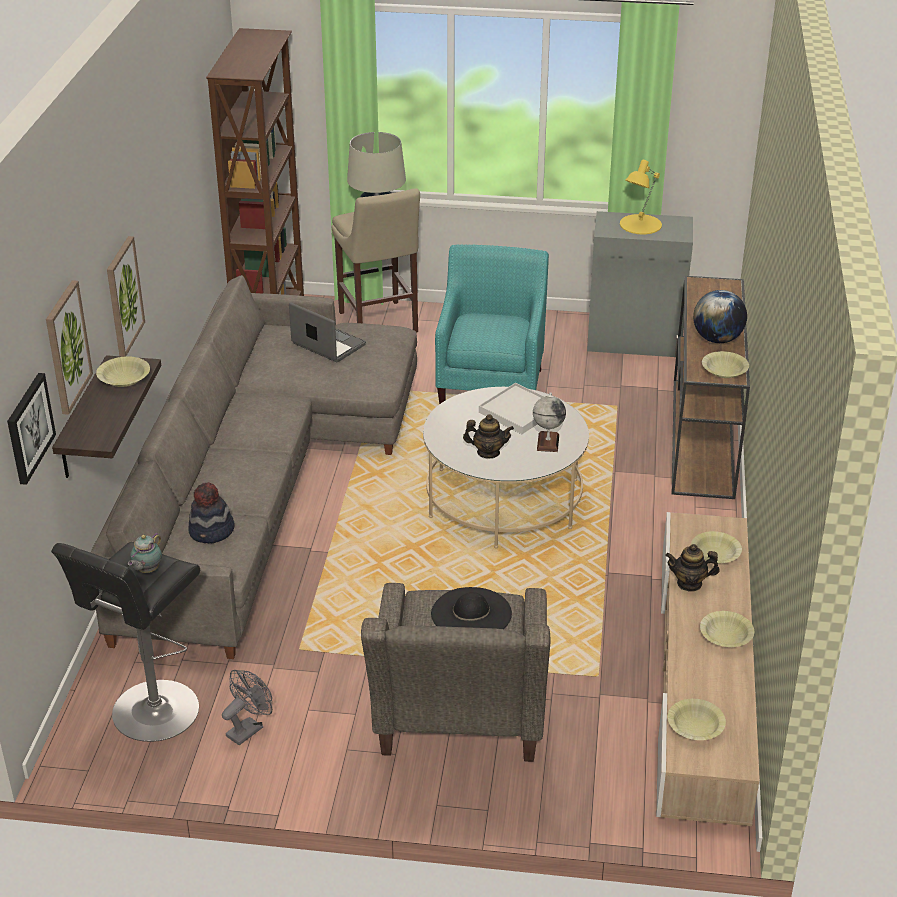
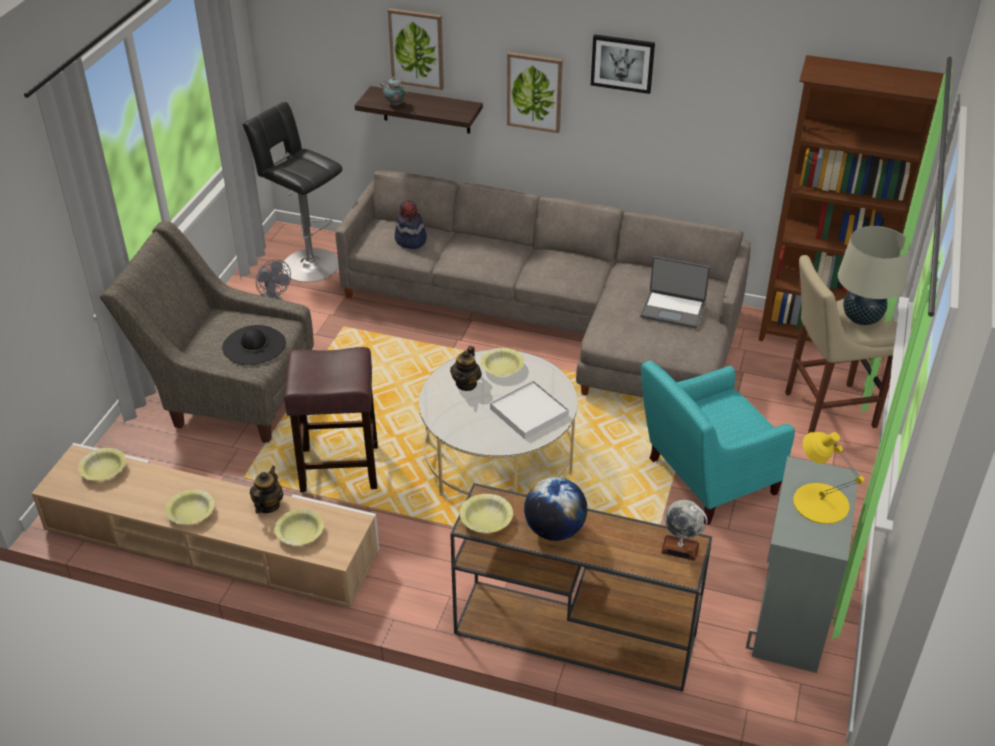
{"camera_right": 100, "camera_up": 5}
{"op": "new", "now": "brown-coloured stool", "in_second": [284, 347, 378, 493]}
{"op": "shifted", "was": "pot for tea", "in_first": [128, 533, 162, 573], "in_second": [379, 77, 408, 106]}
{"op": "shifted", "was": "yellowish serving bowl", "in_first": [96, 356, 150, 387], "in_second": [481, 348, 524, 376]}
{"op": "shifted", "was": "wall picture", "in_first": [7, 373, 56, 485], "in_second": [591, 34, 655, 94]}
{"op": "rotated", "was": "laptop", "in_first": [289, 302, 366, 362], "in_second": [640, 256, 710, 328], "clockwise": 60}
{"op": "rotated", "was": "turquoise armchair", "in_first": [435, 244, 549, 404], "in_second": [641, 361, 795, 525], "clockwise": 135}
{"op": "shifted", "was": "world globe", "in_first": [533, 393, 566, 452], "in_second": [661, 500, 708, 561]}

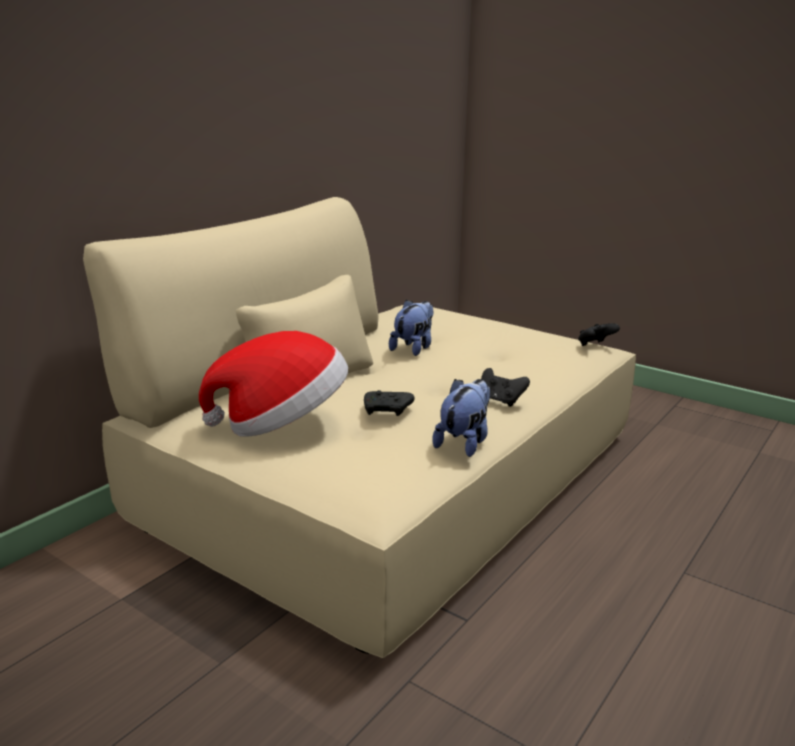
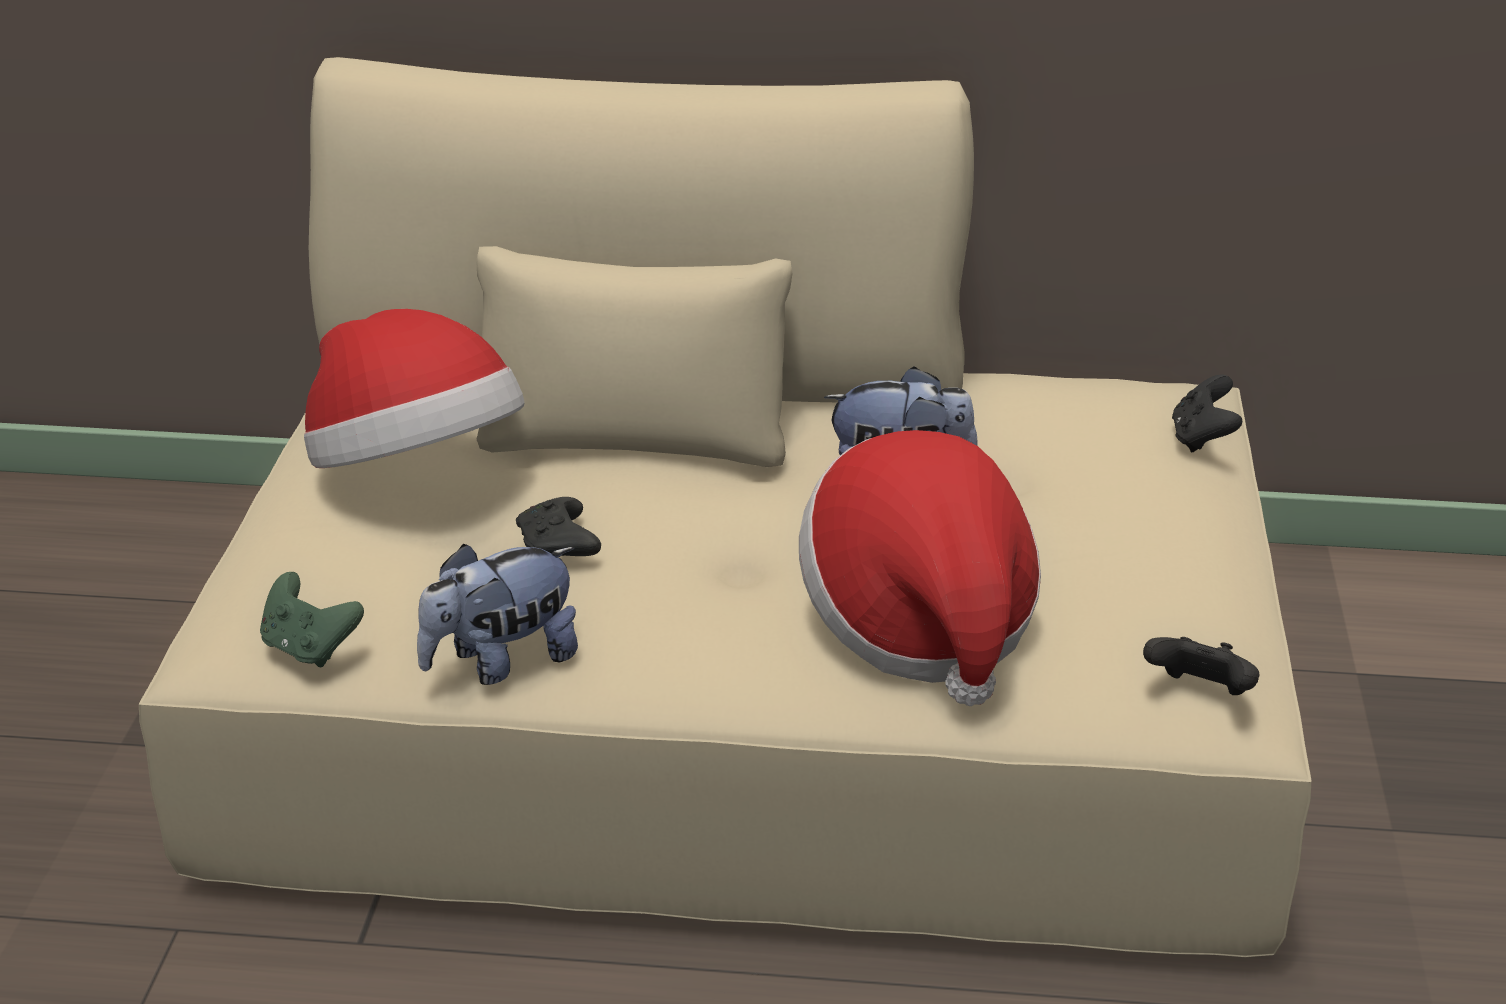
{"camera_right": 60, "camera_up": 10}
{"op": "new", "now": "green-coloured joypad", "in_second": [260, 572, 364, 667]}
{"op": "rotated", "was": "plush toy", "in_first": [432, 379, 490, 457], "in_second": [417, 544, 578, 685], "clockwise": 150}
{"op": "new", "now": "hat", "in_second": [799, 430, 1041, 706]}
{"op": "shifted", "was": "blackish joypad", "in_first": [481, 368, 530, 407], "in_second": [1172, 375, 1242, 452]}

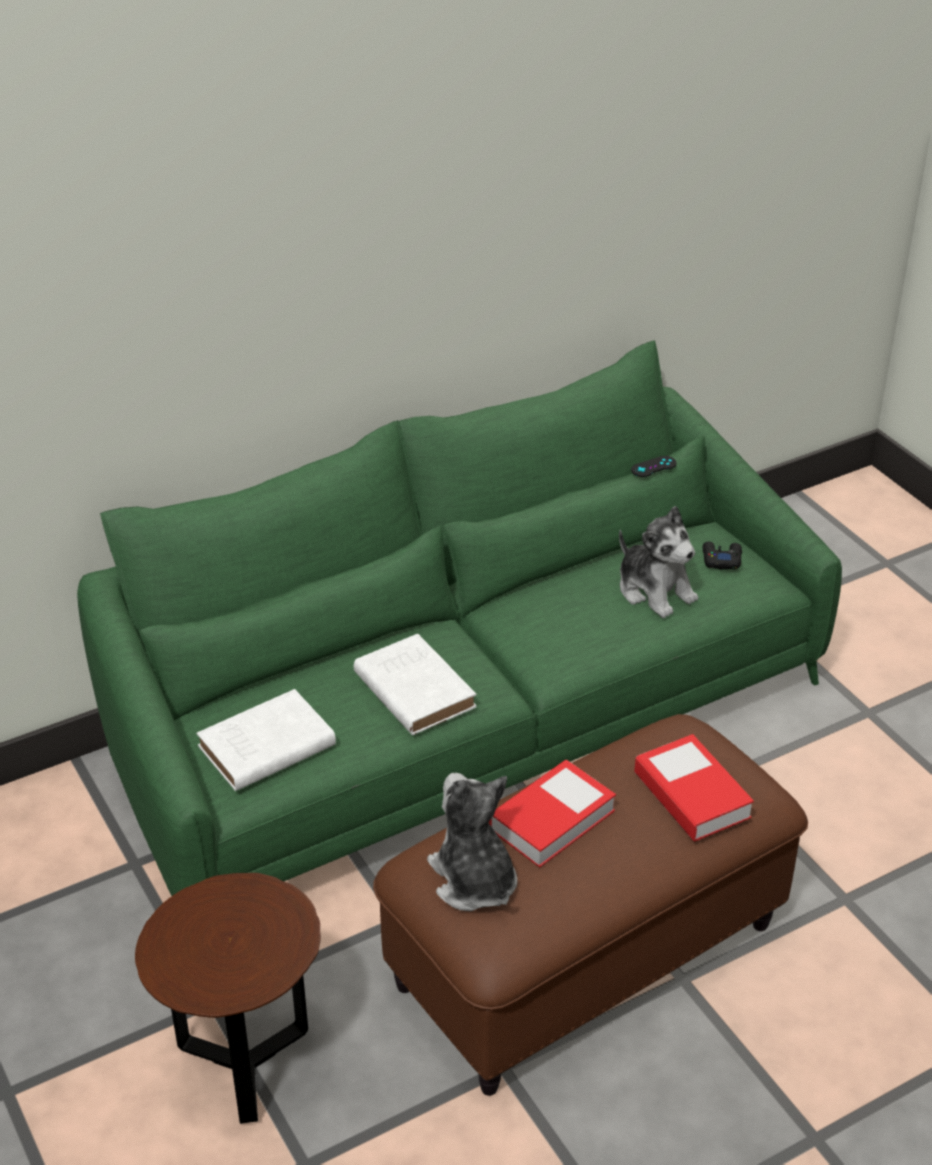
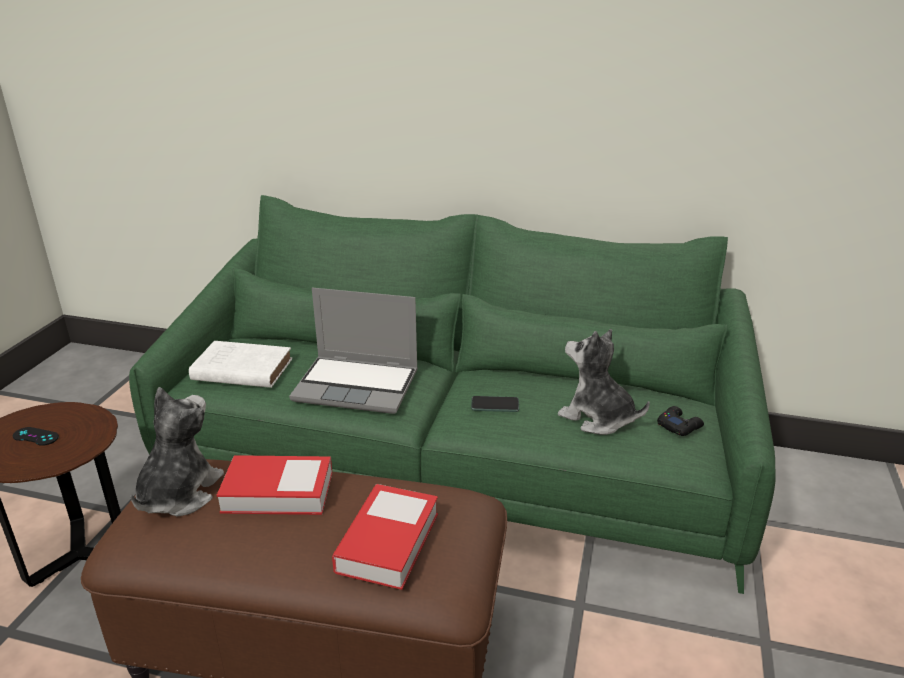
{"camera_right": 45, "camera_up": -10}
{"op": "shifted", "was": "blackish joypad", "in_first": [631, 456, 677, 477], "in_second": [13, 427, 59, 446]}
{"op": "swapped", "was": "white bound book", "now": "laptop", "in_first": [354, 634, 477, 735], "in_second": [289, 288, 418, 414]}
{"op": "new", "now": "handset", "in_second": [471, 396, 519, 412]}
{"op": "rotated", "was": "plush toy", "in_first": [619, 506, 698, 618], "in_second": [558, 329, 650, 435], "clockwise": 120}

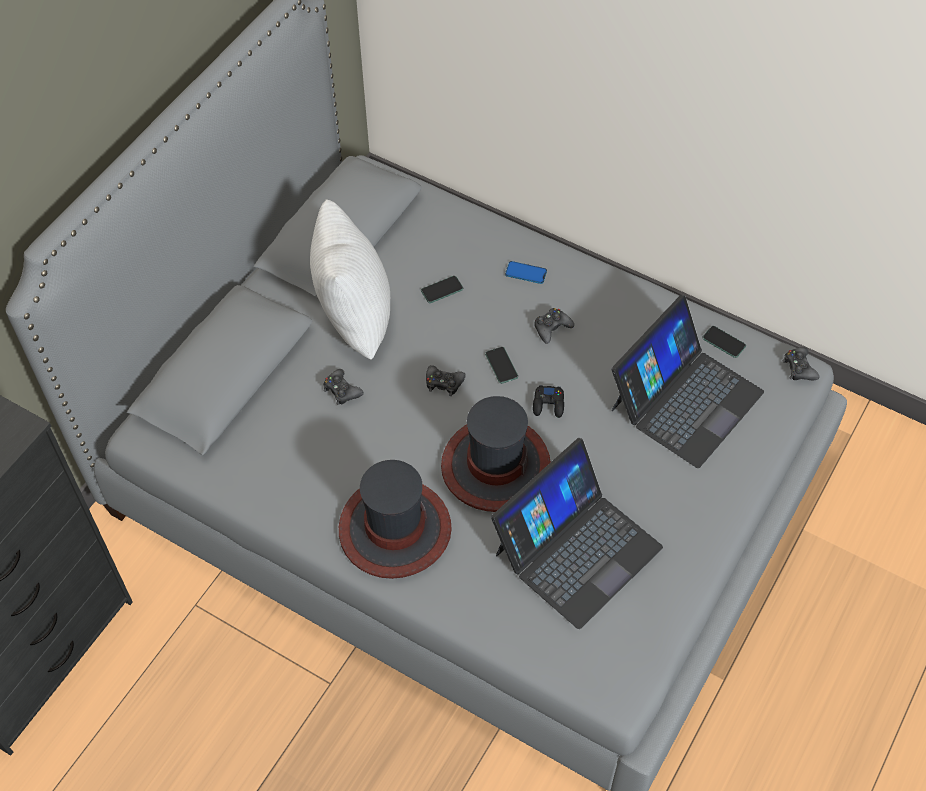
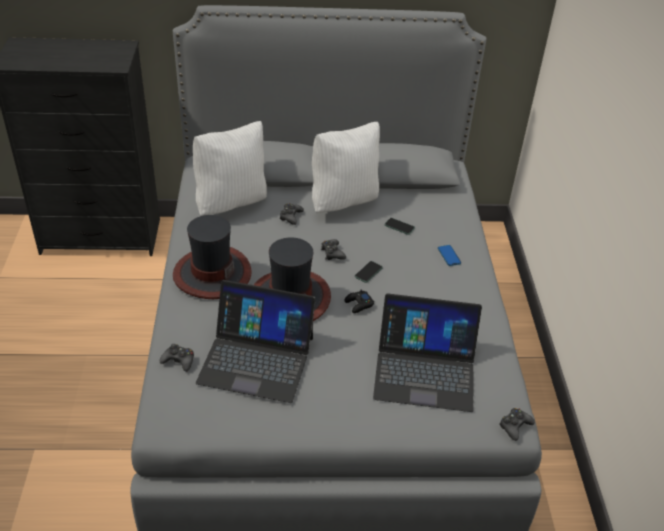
{"camera_right": 55, "camera_up": -15}
{"op": "shifted", "was": "blackish joypad", "in_first": [534, 308, 574, 344], "in_second": [160, 344, 194, 372]}
{"op": "new", "now": "white throw pillow", "in_second": [193, 121, 267, 216]}
{"op": "gone", "was": "handset", "in_first": [702, 326, 746, 358]}

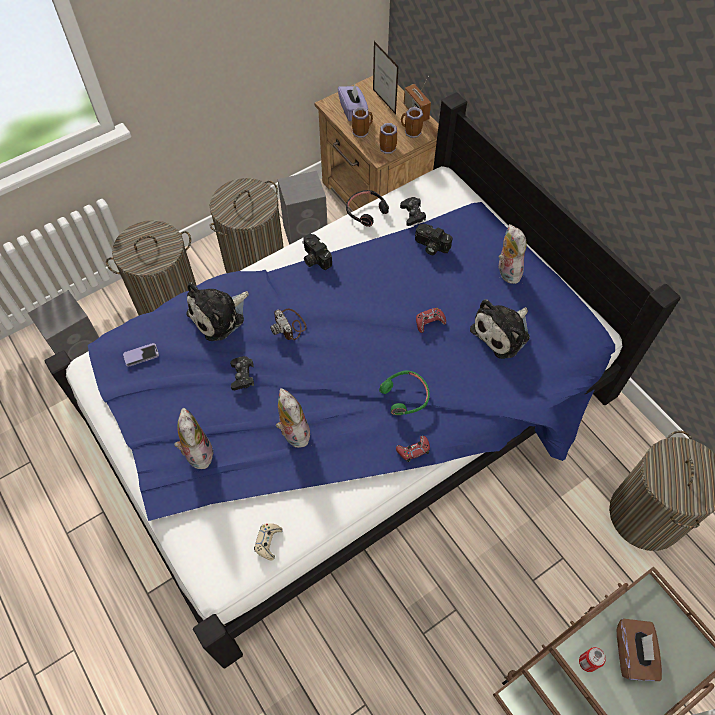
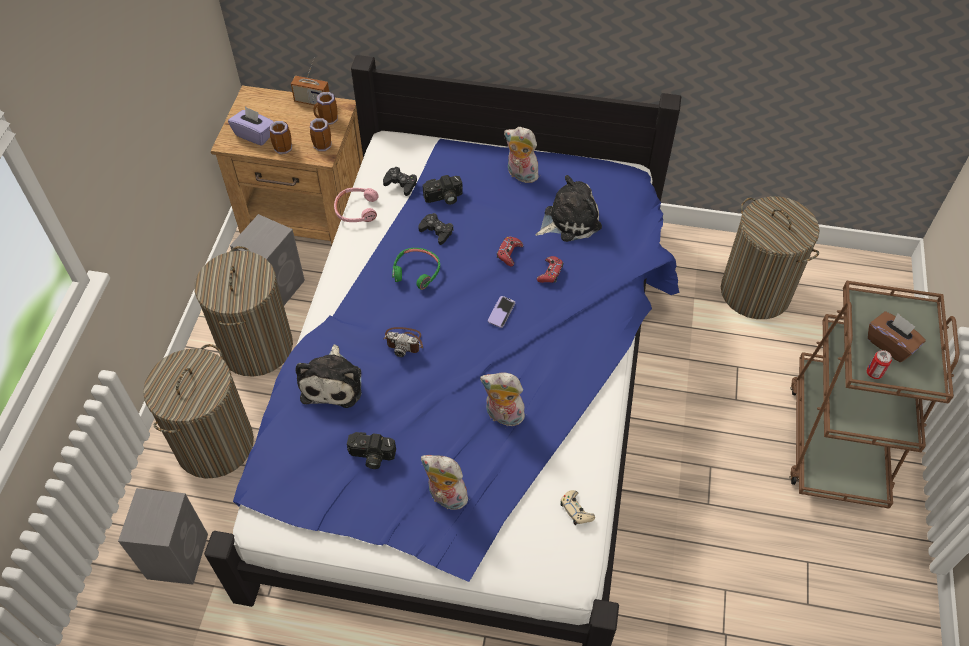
{"camera_right": -45, "camera_up": -5}
{"op": "repainted", "was": "blackish pair of headphones", "now": "pink pair of headphones", "in_first": [346, 190, 389, 227], "in_second": [334, 188, 379, 222]}
{"op": "shifted", "was": "still camera", "in_first": [302, 234, 332, 270], "in_second": [347, 432, 396, 469]}
{"op": "shifted", "was": "green-coloured pair of headphones", "in_first": [379, 370, 430, 415], "in_second": [392, 248, 440, 290]}
{"op": "shifted", "was": "blackish joypad", "in_first": [230, 356, 254, 390], "in_second": [418, 213, 454, 245]}
{"op": "shifted", "was": "handset", "in_first": [123, 343, 159, 367], "in_second": [488, 296, 515, 328]}
{"op": "rotated", "was": "plush toy", "in_first": [470, 299, 530, 359], "in_second": [535, 175, 602, 242], "clockwise": -120}
{"op": "shifted", "was": "red joypad", "in_first": [396, 436, 430, 462], "in_second": [537, 256, 564, 283]}
{"op": "gone", "was": "picture frame", "in_first": [373, 41, 399, 115]}

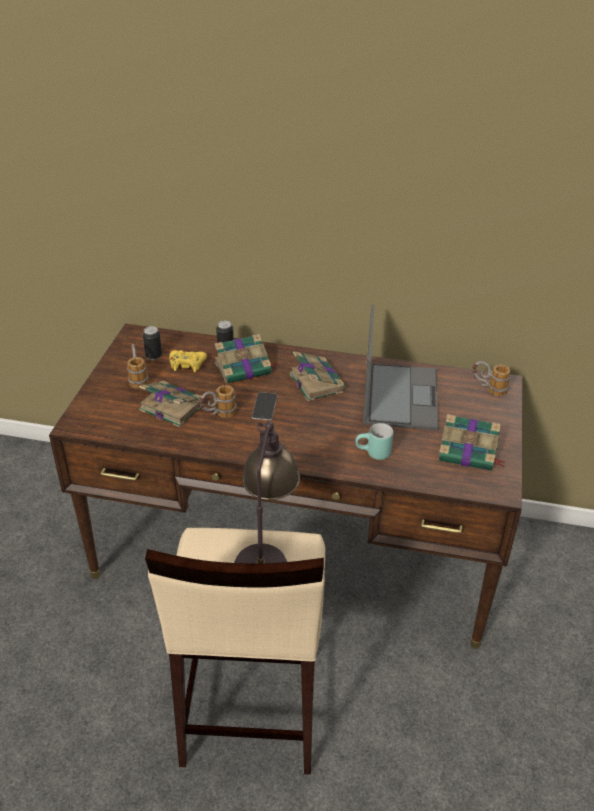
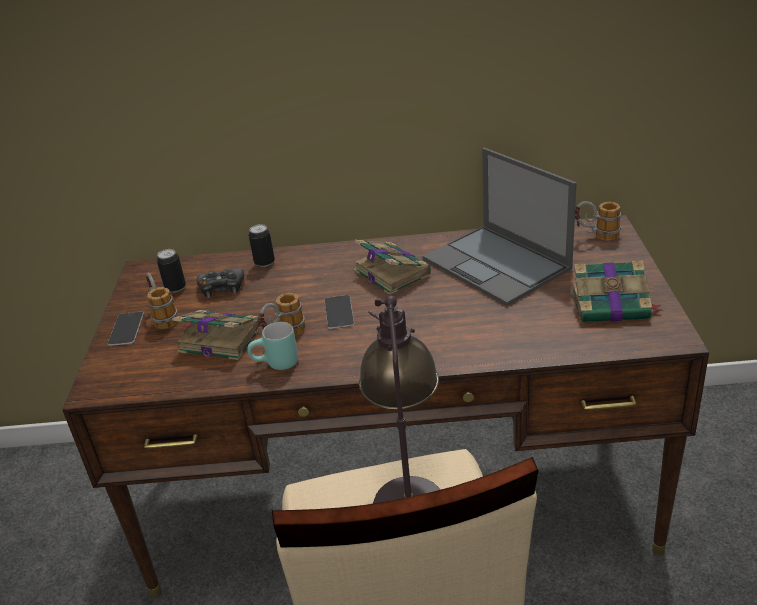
{"camera_right": -10, "camera_up": -5}
{"op": "new", "now": "handset", "in_second": [108, 312, 144, 346]}
{"op": "repainted", "was": "yellowish joypad", "now": "blackish joypad", "in_first": [169, 350, 207, 372], "in_second": [197, 268, 244, 298]}
{"op": "shifted", "was": "turquoise coffee mug", "in_first": [355, 423, 393, 460], "in_second": [247, 322, 298, 370]}
{"op": "rotated", "was": "laptop", "in_first": [363, 305, 439, 430], "in_second": [423, 148, 577, 306], "clockwise": 150}
{"op": "gone", "was": "bound book", "in_first": [214, 334, 277, 384]}

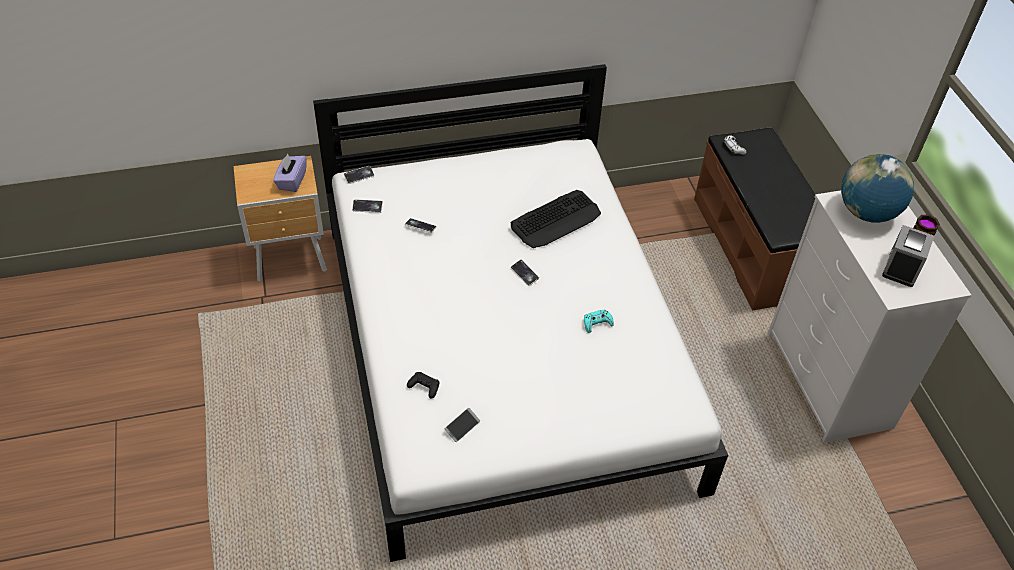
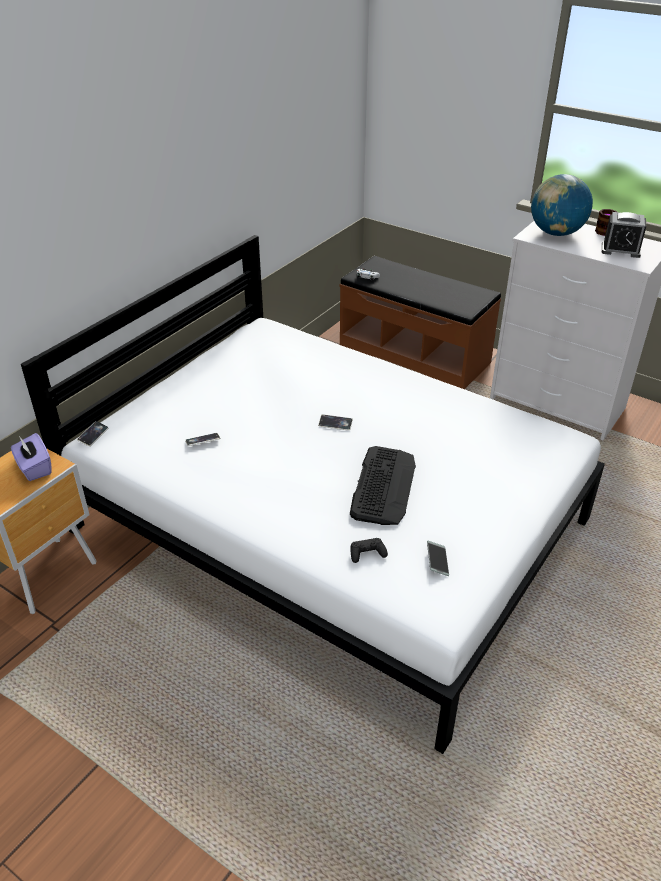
{"camera_right": -40, "camera_up": -10}
{"op": "shifted", "was": "PC keyboard", "in_first": [511, 190, 601, 248], "in_second": [350, 446, 416, 525]}
{"op": "rotated", "was": "alarm clock", "in_first": [882, 225, 934, 287], "in_second": [602, 212, 646, 258], "clockwise": -60}
{"op": "gone", "was": "handset", "in_first": [352, 199, 383, 213]}
{"op": "gone", "was": "turquoise joypad", "in_first": [584, 310, 614, 333]}

